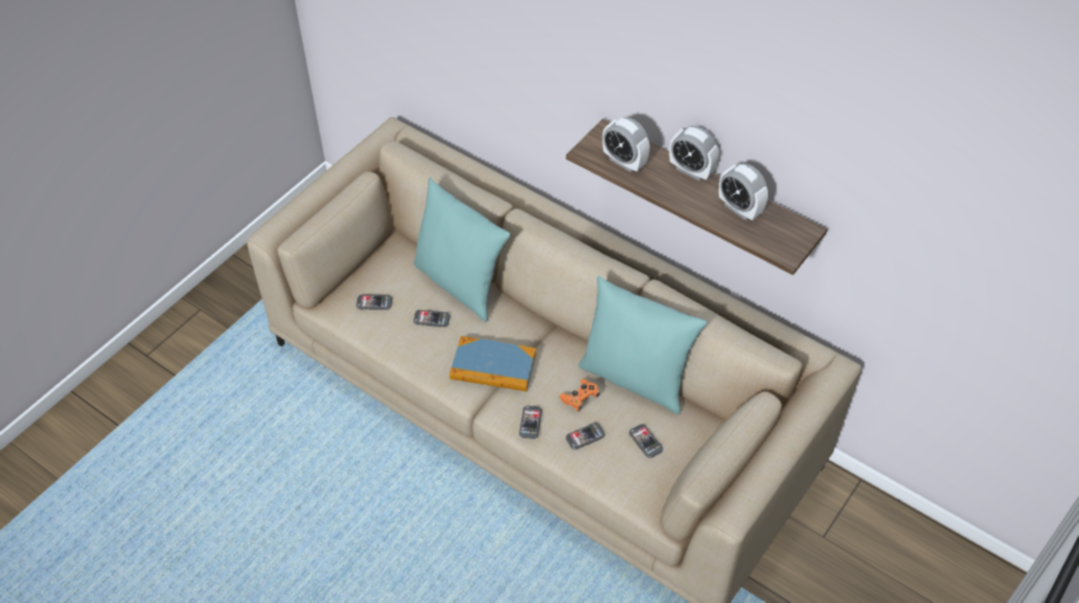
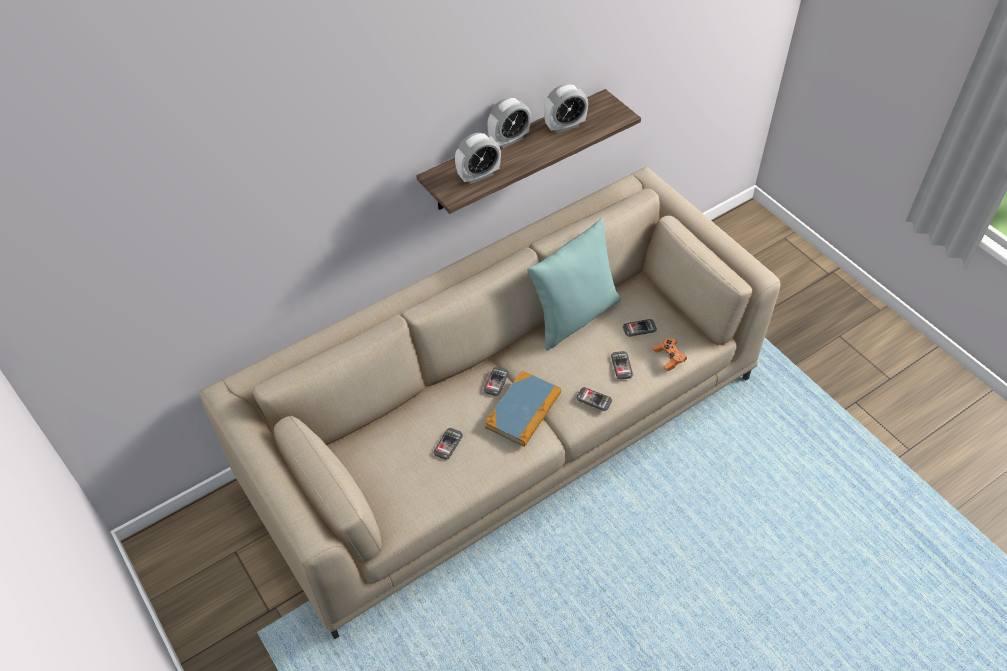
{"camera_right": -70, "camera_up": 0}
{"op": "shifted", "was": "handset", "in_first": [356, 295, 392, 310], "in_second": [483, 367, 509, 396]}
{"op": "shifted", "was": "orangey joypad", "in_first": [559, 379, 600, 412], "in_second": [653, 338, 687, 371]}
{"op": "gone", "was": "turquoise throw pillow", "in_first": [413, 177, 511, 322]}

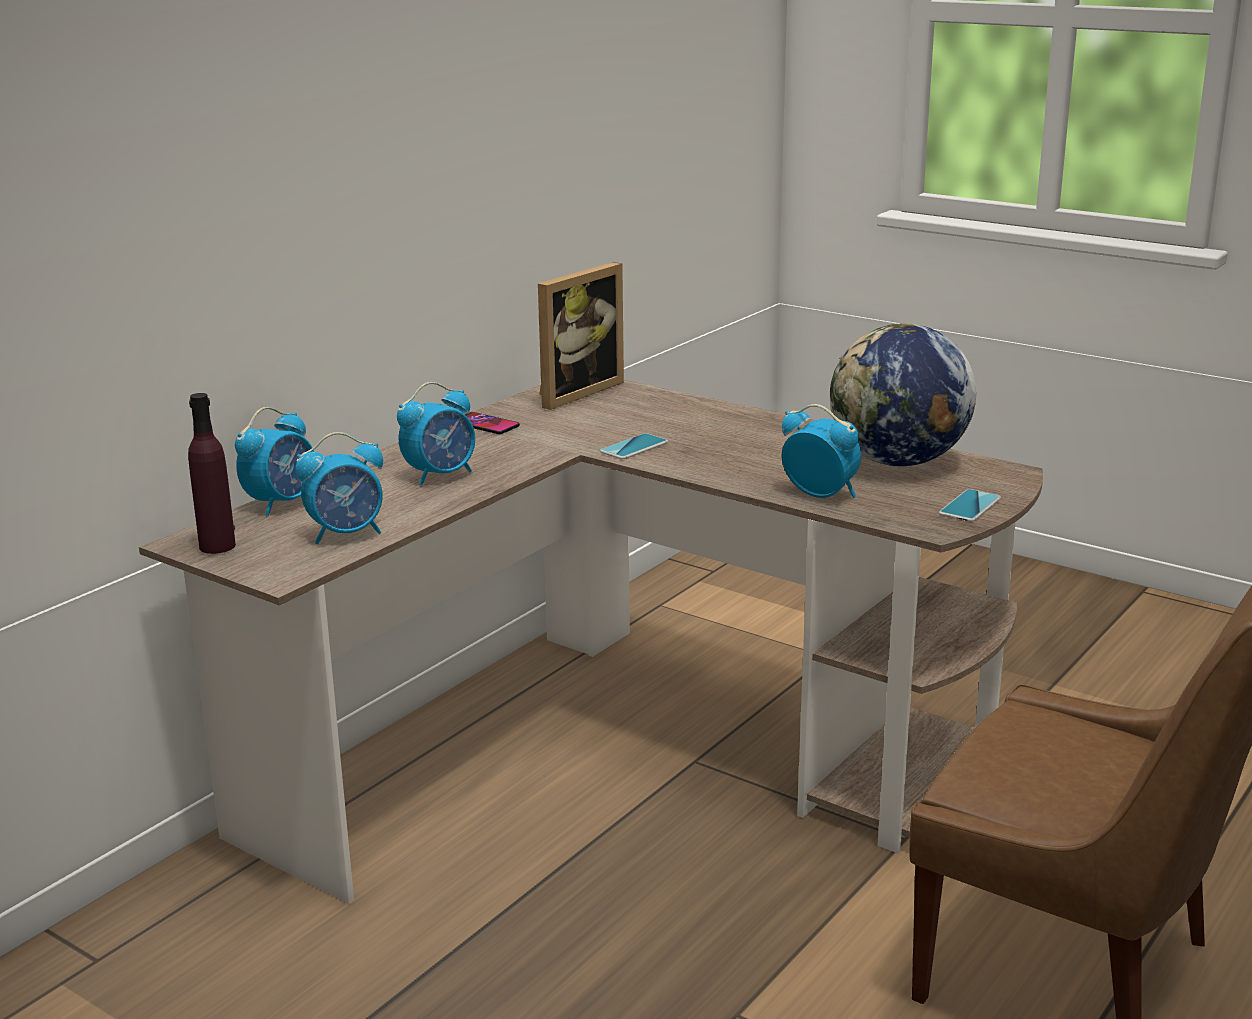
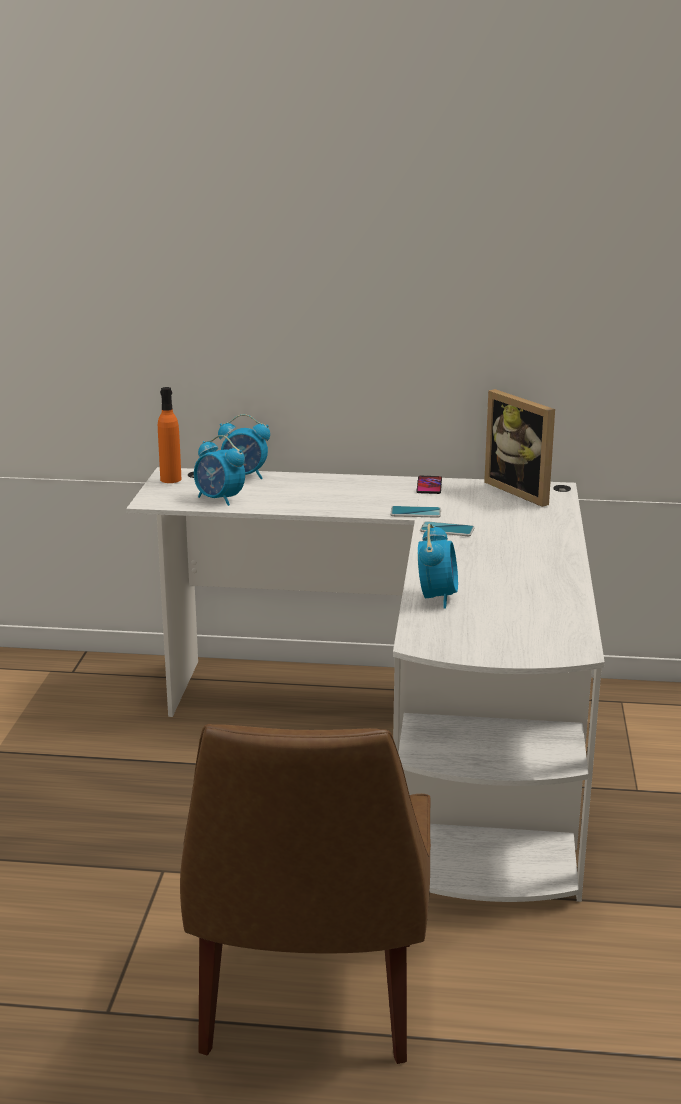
{"camera_right": 60, "camera_up": 0}
{"op": "repainted", "was": "brown-coloured desk table", "now": "white desk table", "in_first": [139, 380, 1043, 904], "in_second": [126, 467, 605, 902]}
{"op": "repainted", "was": "purple bottle", "now": "orangey bottle", "in_first": [188, 393, 236, 554], "in_second": [158, 387, 181, 483]}
{"op": "shifted", "was": "handset", "in_first": [939, 489, 1001, 522], "in_second": [390, 506, 441, 518]}
{"op": "rotated", "was": "picture frame", "in_first": [538, 262, 624, 410], "in_second": [484, 389, 555, 507], "clockwise": 45}
{"op": "gone", "was": "alarm clock", "in_first": [397, 382, 475, 486]}
{"op": "gone", "was": "world globe", "in_first": [830, 323, 976, 466]}

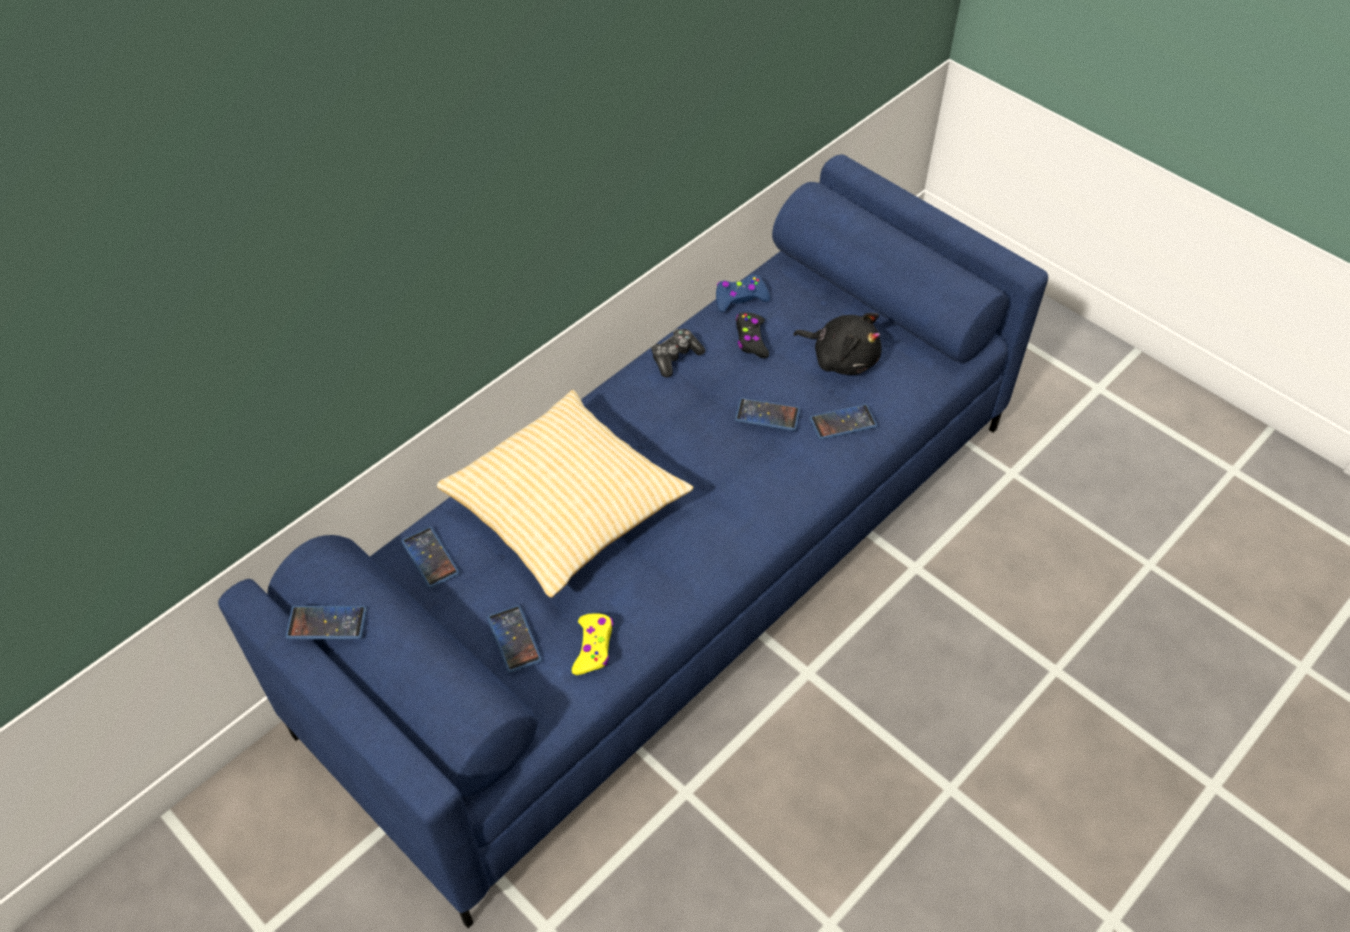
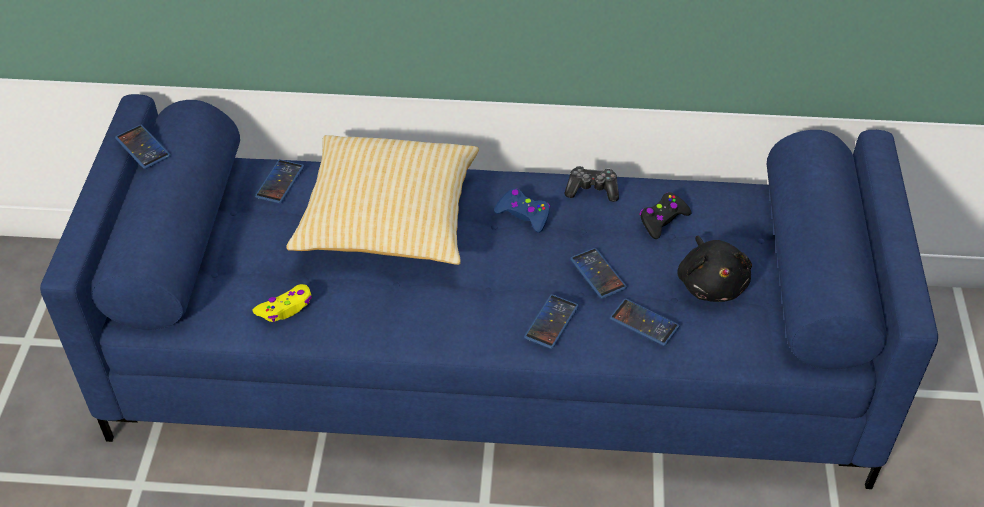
{"camera_right": 50, "camera_up": -5}
{"op": "shifted", "was": "blue-coloured joypad", "in_first": [716, 275, 770, 312], "in_second": [494, 188, 550, 233]}
{"op": "shifted", "was": "handset", "in_first": [487, 605, 542, 673], "in_second": [524, 294, 579, 349]}

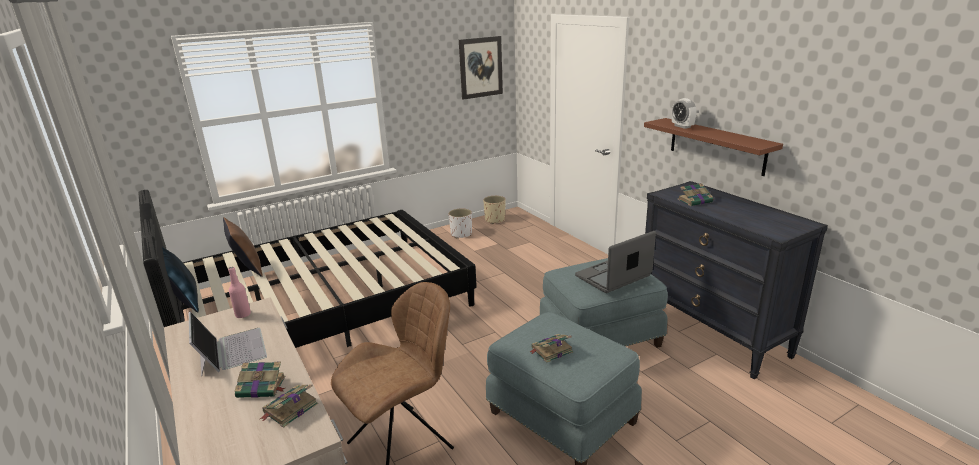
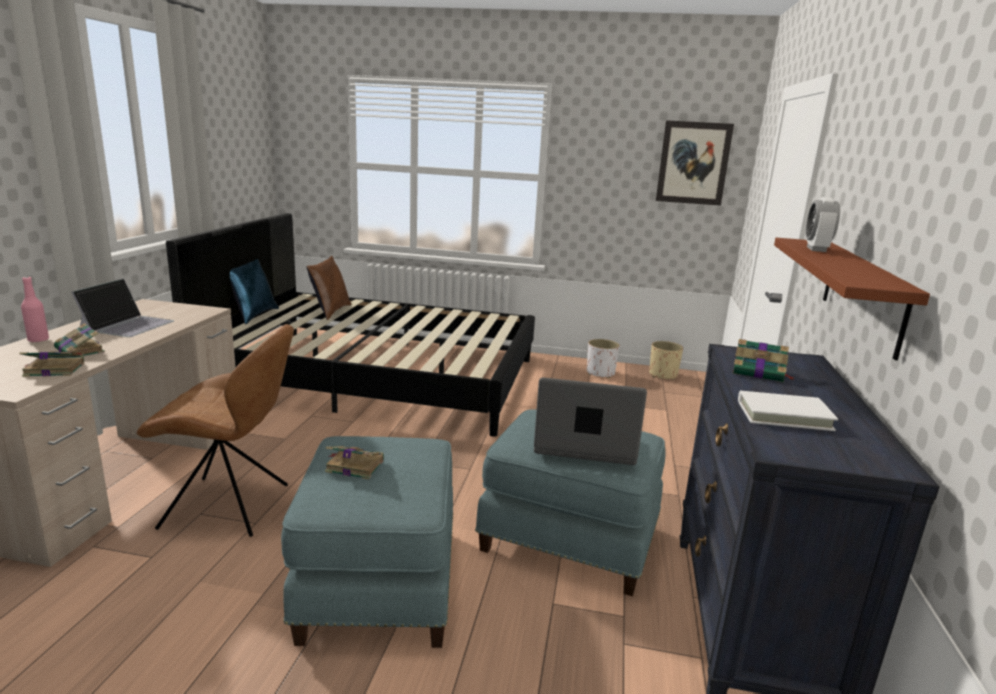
{"camera_right": 40, "camera_up": -5}
{"op": "shifted", "was": "pink bottle", "in_first": [228, 267, 251, 318], "in_second": [21, 277, 49, 342]}
{"op": "new", "now": "white bound book", "in_second": [738, 391, 838, 431]}

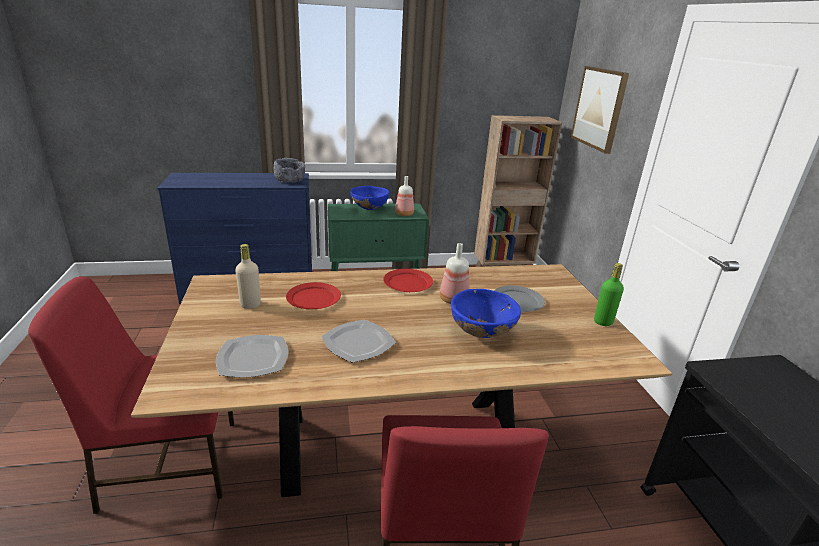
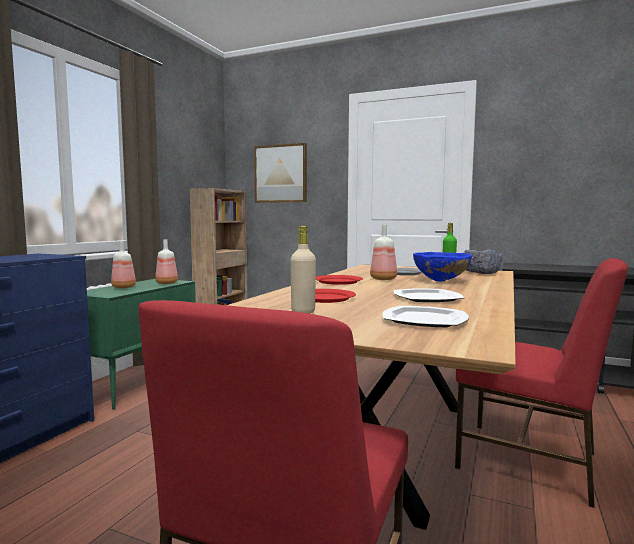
{"camera_right": -55, "camera_up": -20}
{"op": "swapped", "was": "blue-coloured serving bowl", "now": "bottle", "in_first": [350, 186, 389, 210], "in_second": [111, 241, 136, 288]}
{"op": "shifted", "was": "grey serving bowl", "in_first": [273, 158, 305, 183], "in_second": [465, 250, 503, 274]}

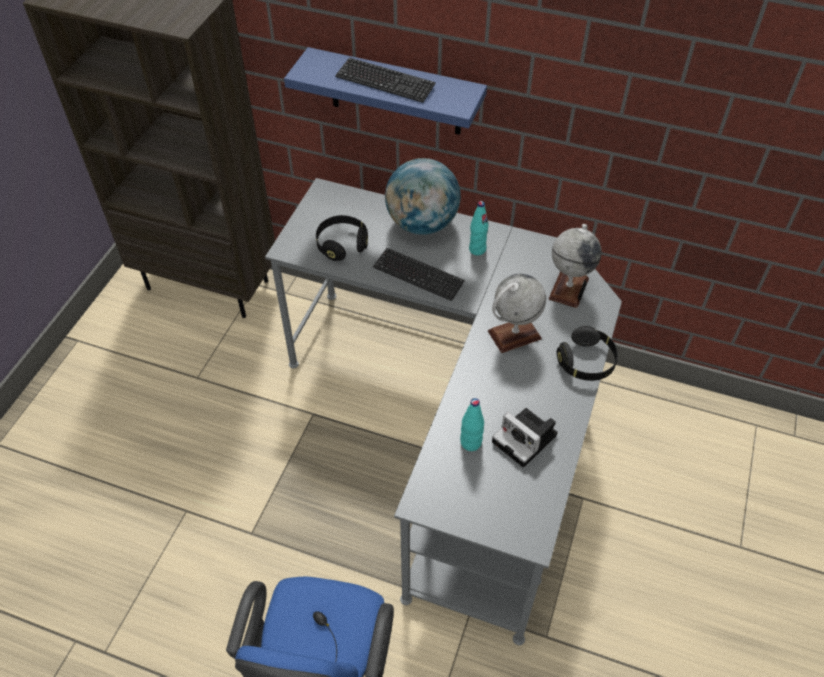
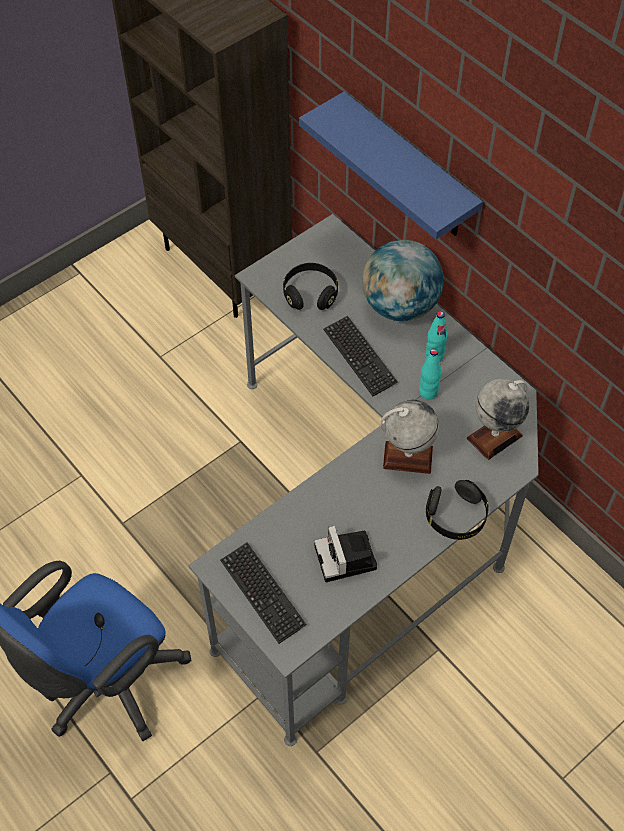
{"camera_right": 30, "camera_up": 5}
{"op": "shifted", "was": "PC keyboard", "in_first": [335, 58, 436, 103], "in_second": [220, 542, 307, 644]}
{"op": "shifted", "was": "turquoise bottle", "in_first": [460, 398, 484, 451], "in_second": [419, 348, 442, 399]}

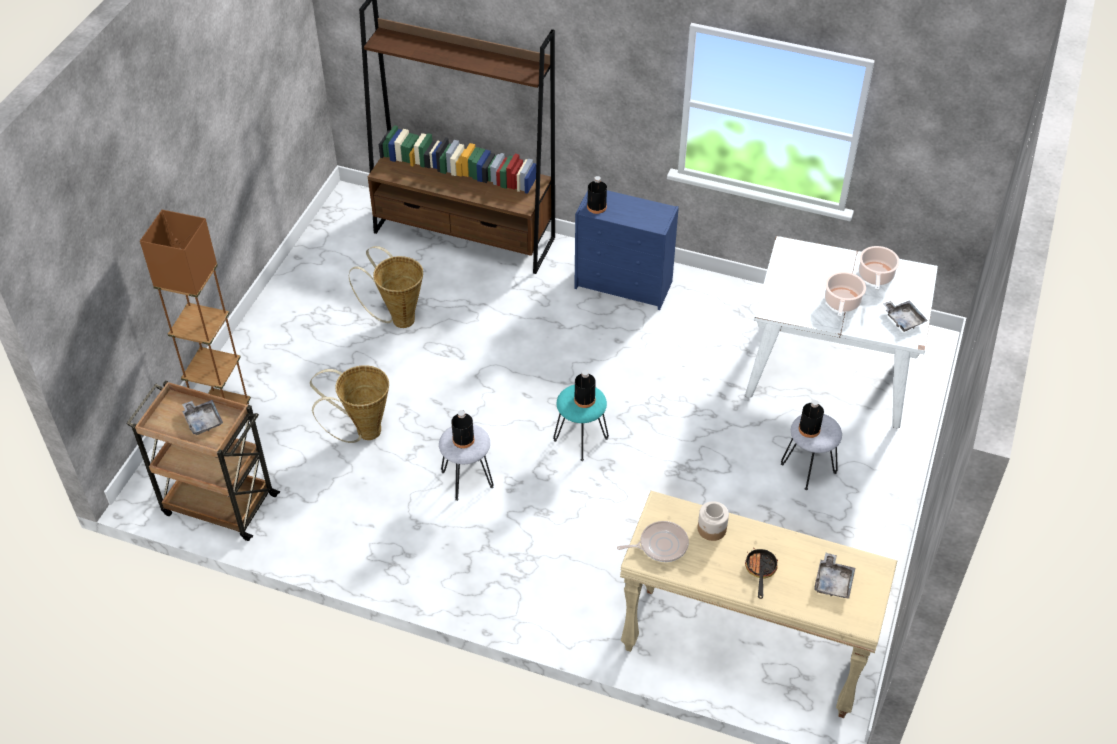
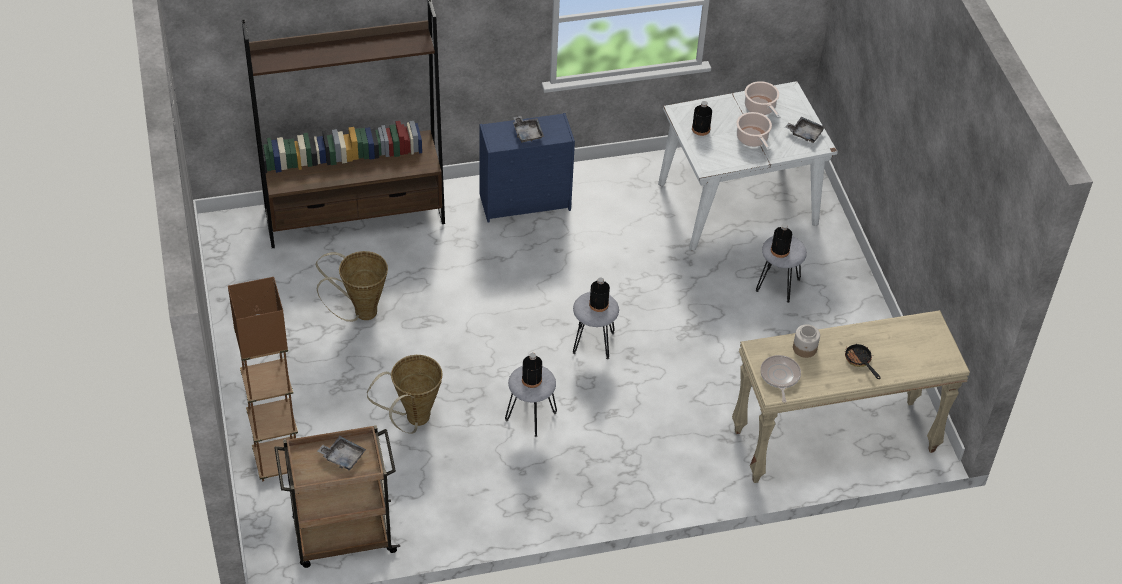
{"camera_right": -35, "camera_up": 0}
{"op": "shifted", "was": "grey serving tray", "in_first": [814, 553, 855, 599], "in_second": [513, 116, 544, 142]}
{"op": "repainted", "was": "turquoise stool", "now": "grey stool", "in_first": [553, 385, 609, 461], "in_second": [573, 292, 619, 360]}
{"op": "shifted", "was": "blackish bottle", "in_first": [587, 176, 607, 214], "in_second": [692, 101, 712, 136]}
{"op": "rotated", "was": "frying pan", "in_first": [617, 521, 689, 562], "in_second": [760, 355, 801, 403], "clockwise": -45}

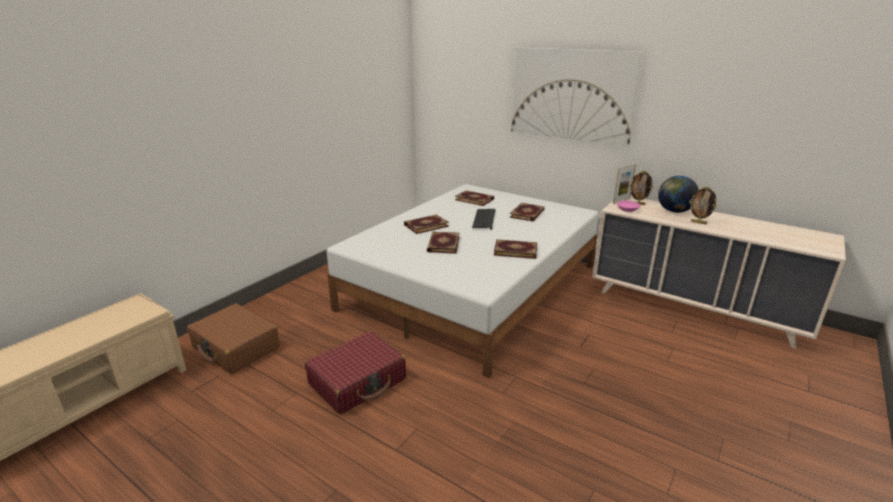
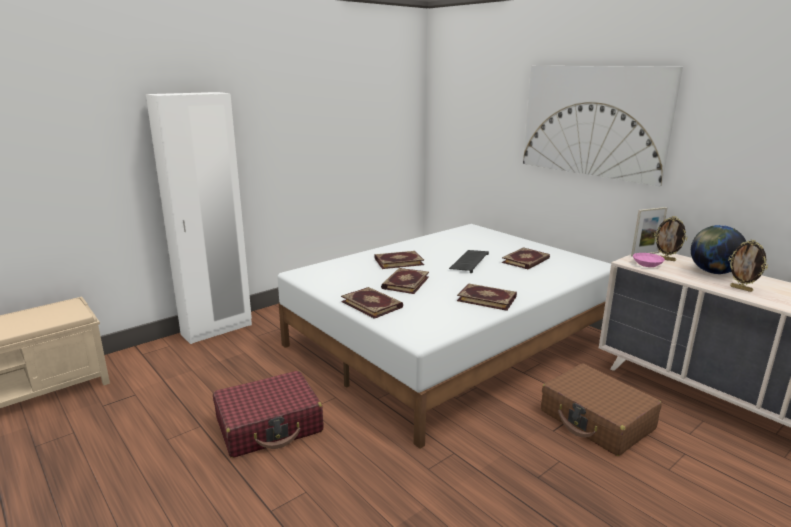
{"camera_right": 15, "camera_up": -5}
{"op": "new", "now": "white wardrobe", "in_second": [146, 92, 252, 344]}
{"op": "shifted", "was": "bound book", "in_first": [455, 190, 494, 206], "in_second": [341, 287, 403, 319]}
{"op": "shifted", "was": "brown-coloured piece of luggage", "in_first": [187, 304, 280, 374], "in_second": [541, 363, 662, 456]}

